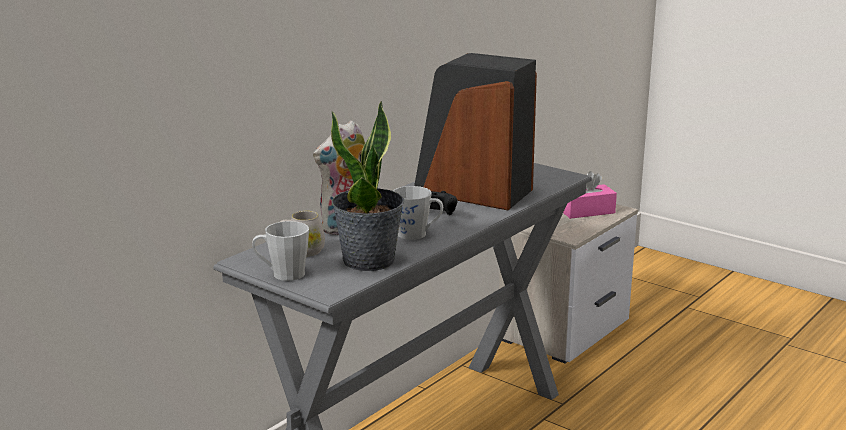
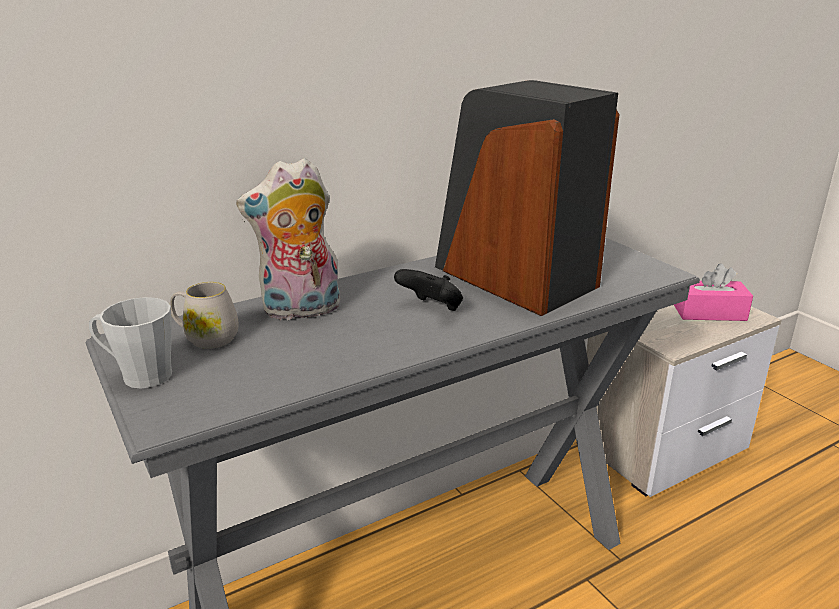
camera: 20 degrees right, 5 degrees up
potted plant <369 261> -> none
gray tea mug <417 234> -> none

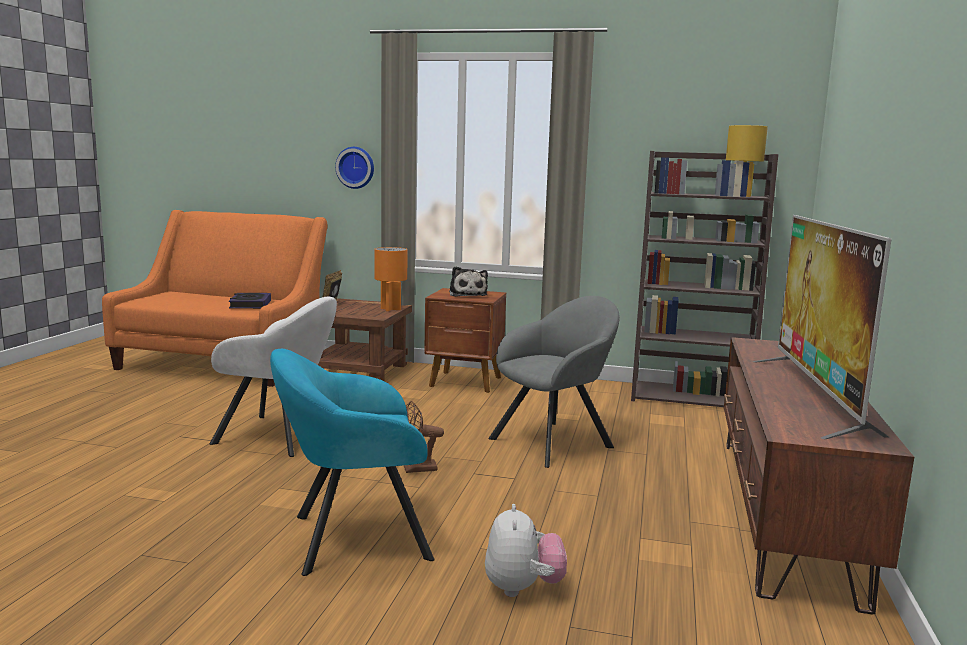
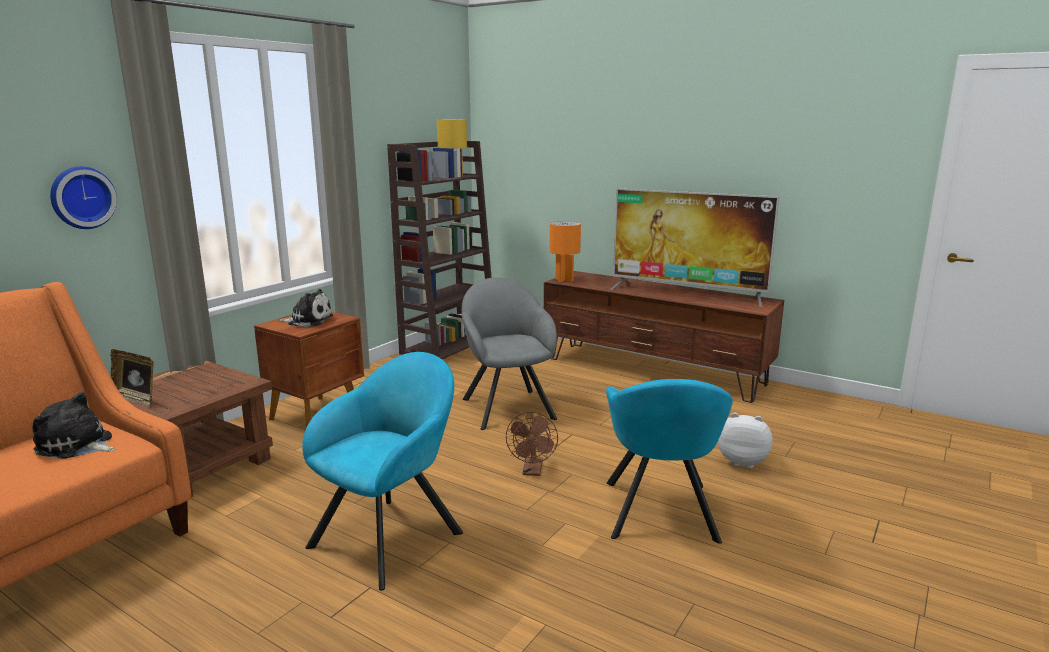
camera: 70 degrees left, 5 degrees up
orange-coloured table lamp <390 309> -> orange-coloured table lamp <564 280>, move
bound book <250 304> -> cuddly toy <77 446>
white-coloured easy chair <281 436> -> blue-green easy chair <392 536>

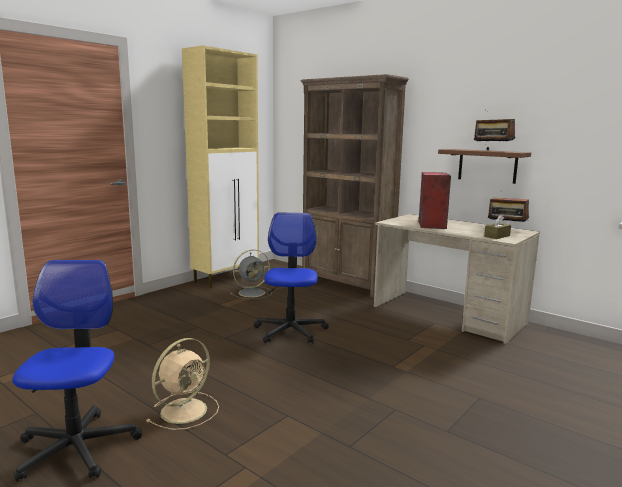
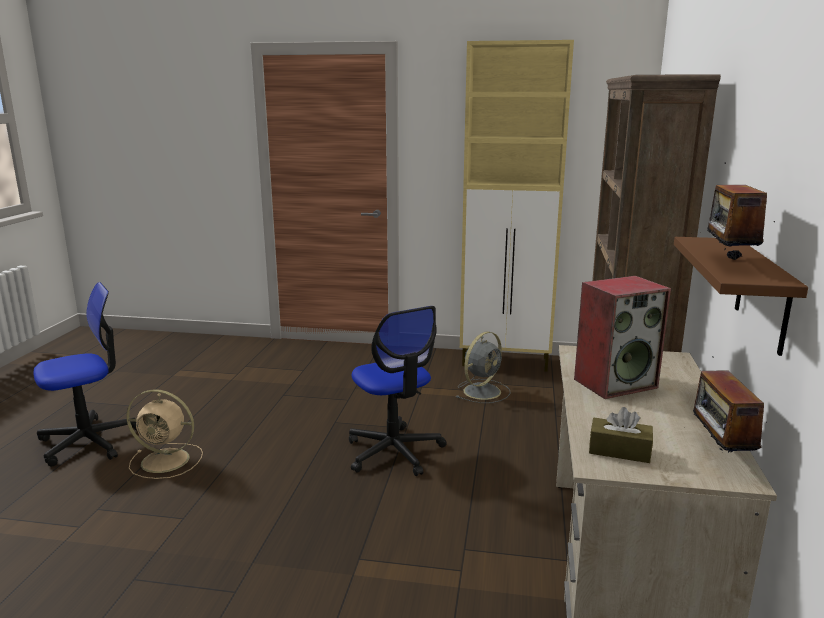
camera: 60 degrees right, 5 degrees up
desk chair <290 331> -> desk chair <394 452>, 90 degrees clockwise
gray cooling fan <253 292> -> gray cooling fan <483 391>, 75 degrees counterclockwise

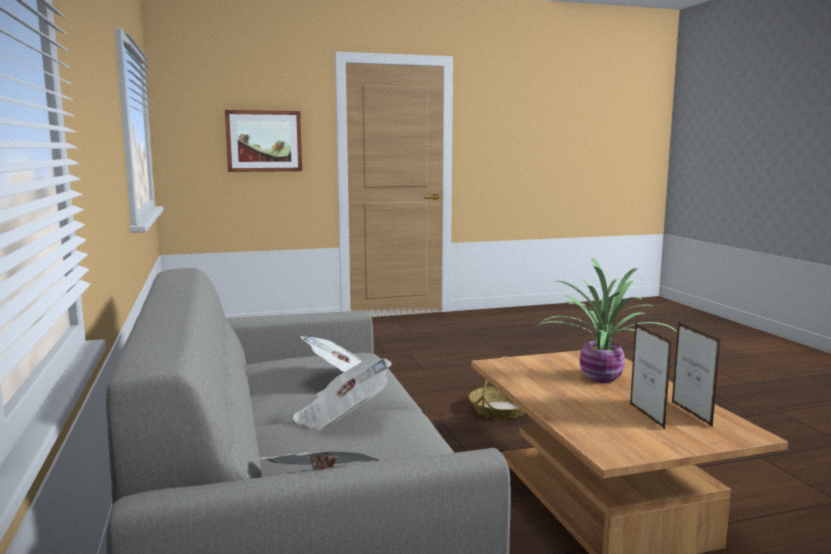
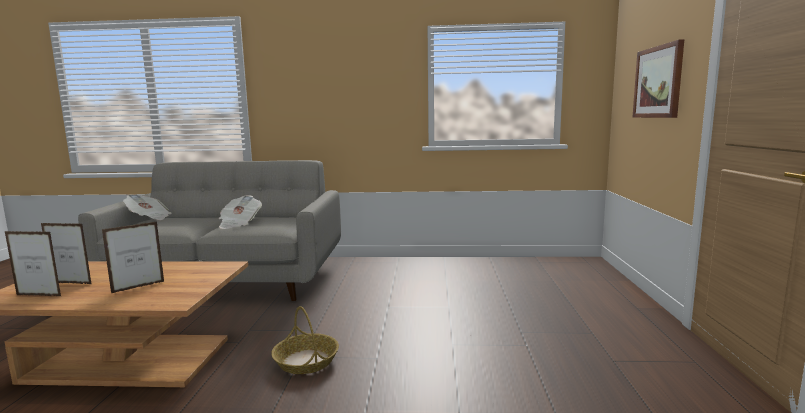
camera: 110 degrees right, 0 degrees up
potted plant <599 379> -> picture frame <138 287>
newspaper <342 418> -> none

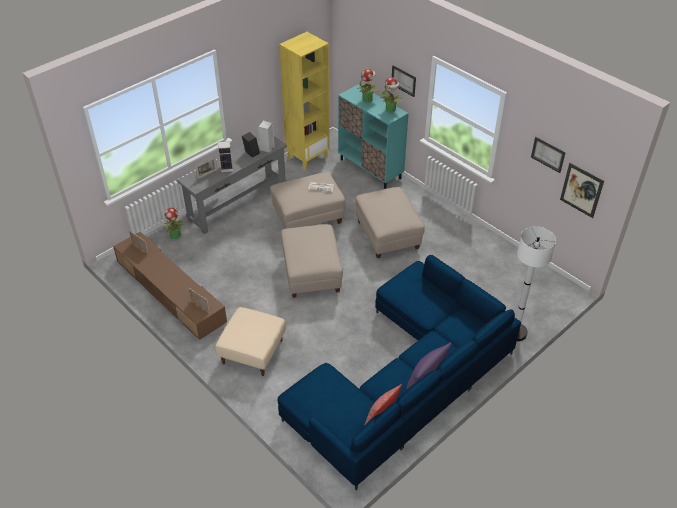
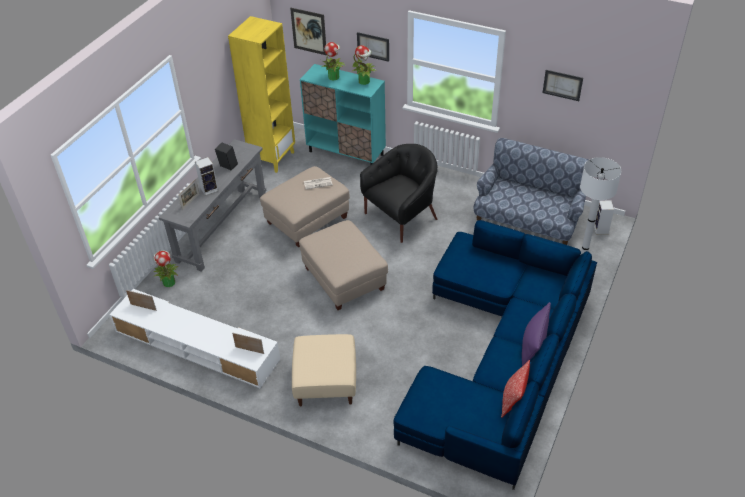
camera: 20 degrees left, 0 degrees up
audio speaker <267 148> -> audio speaker <601 230>, move
wall picture <581 190> -> wall picture <309 31>, move
beige pouffe <388 235> -> black-coloured easy chair <401 216>
brown-coloured media console <170 291> -> white-coloured media console <196 346>
none -> couch <527 221>

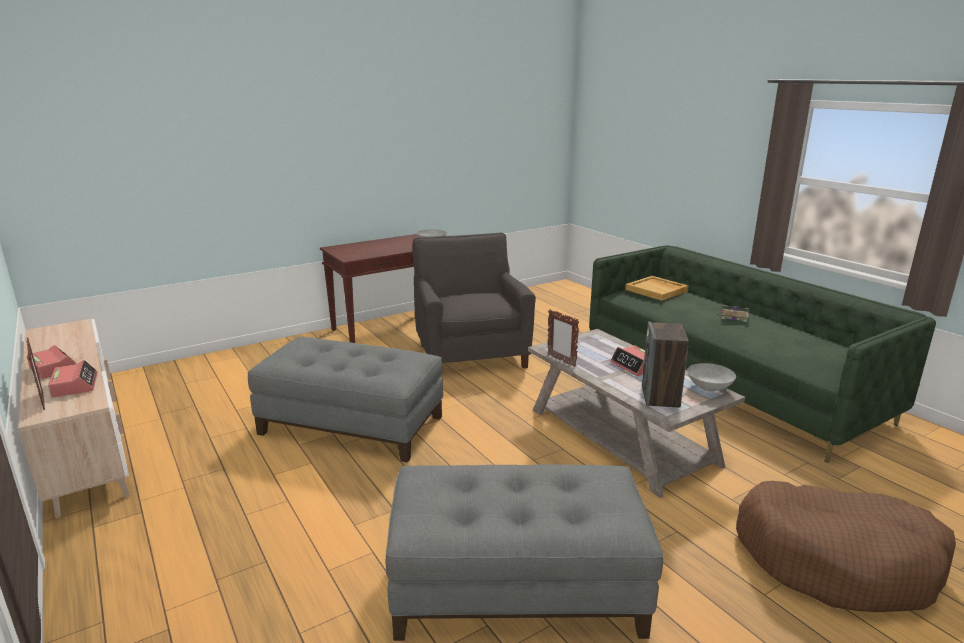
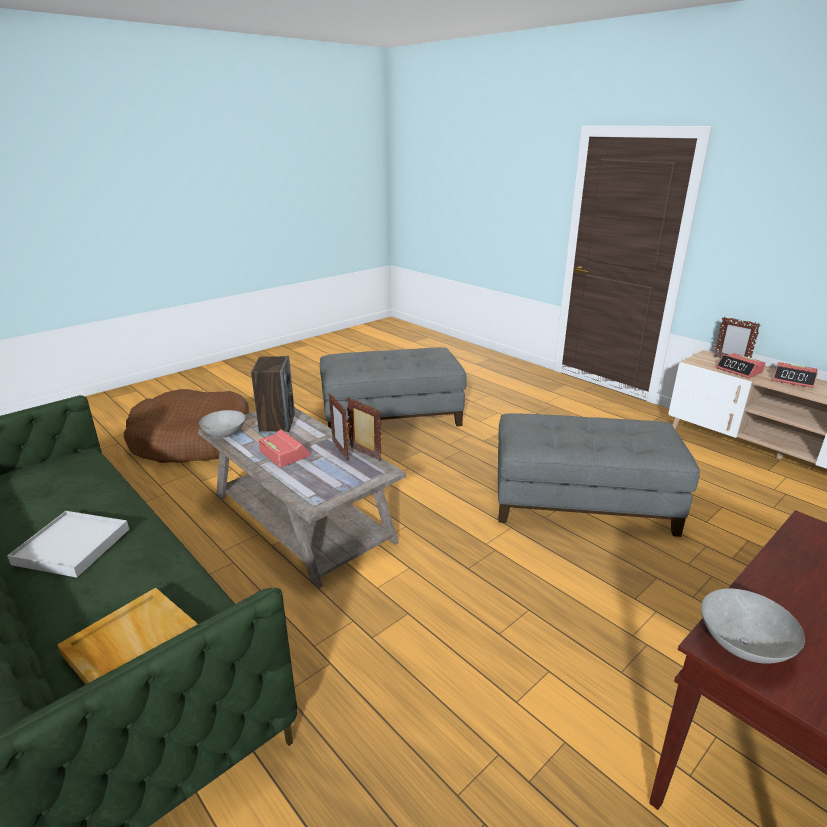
camera: 170 degrees right, 5 degrees up
gray easy chair <470 353> -> none
bound book <733 317> -> white-coloured tray <73 546>
none -> picture frame <340 451>

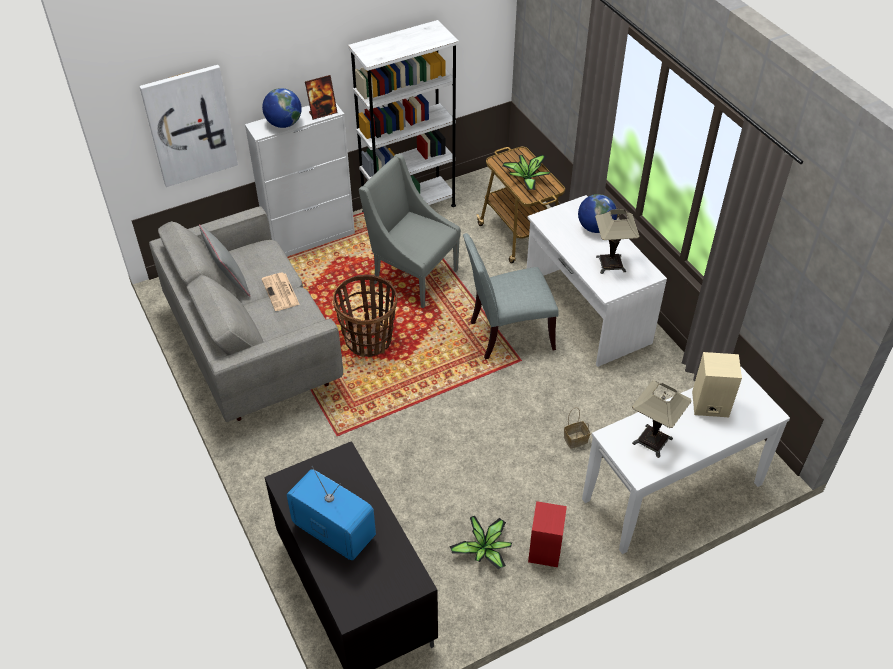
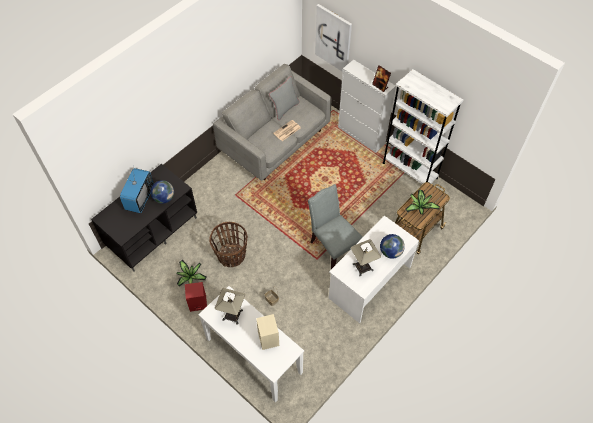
camera: 70 degrees right, 10 degrees up
world globe <284 124> -> world globe <164 198>, move
gray easy chair <412 276> -> none
household basket <368 340> -> household basket <231 255>, move

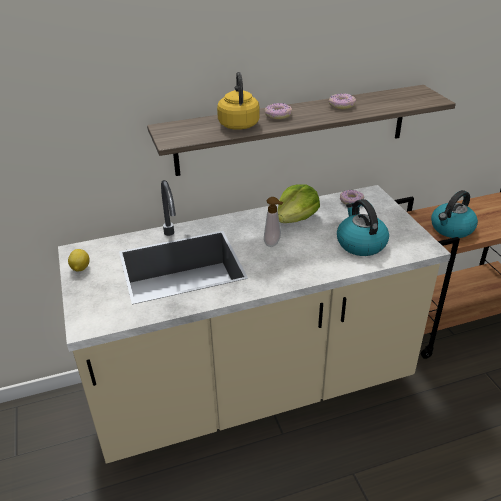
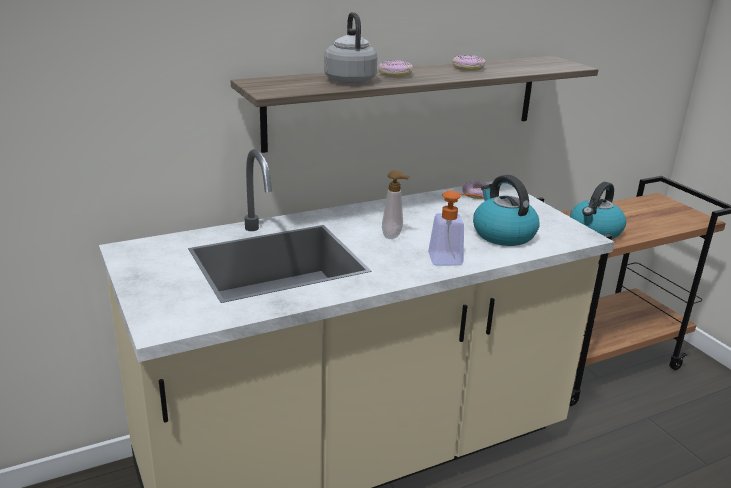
camera: 10 degrees left, 10 degrees down
yellow-coloured tea kettle <238 124> -> gray tea kettle <349 80>
head of lettuce <296 218> -> none
lemon <80 268> -> none
none -> liquid soap bottle <452 259>

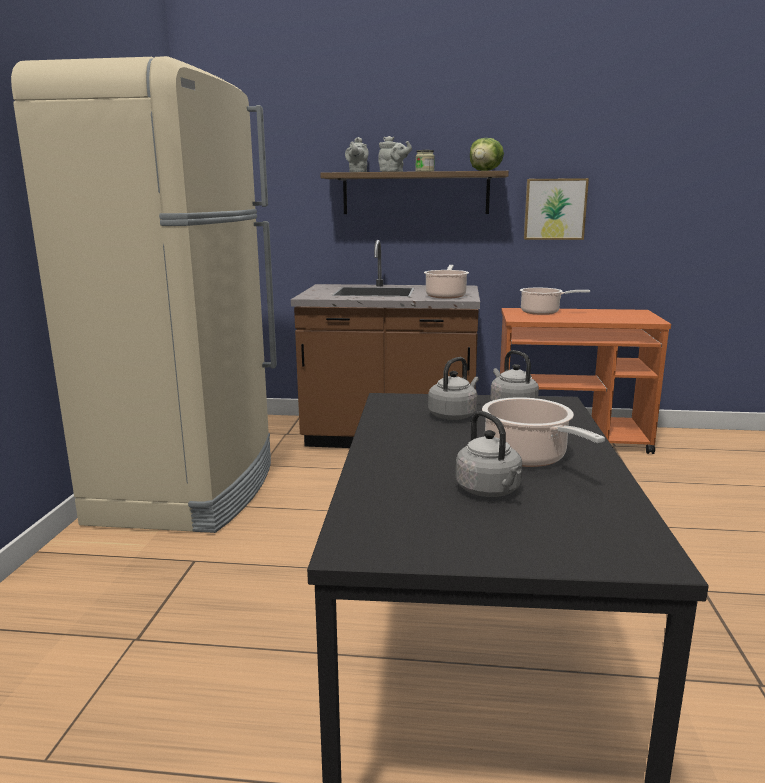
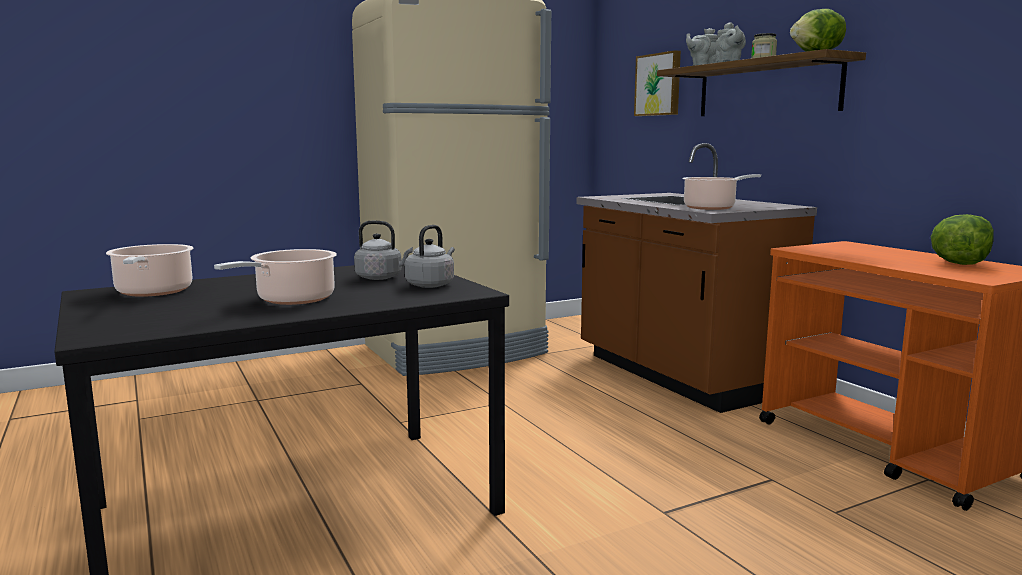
camera: 55 degrees right, 5 degrees down
wall picture <555 209> -> wall picture <659 84>, move
cooking pot <542 312> -> cooking pot <153 292>, move
gray tea kettle <490 491> -> none
none -> head of lettuce <959 263>

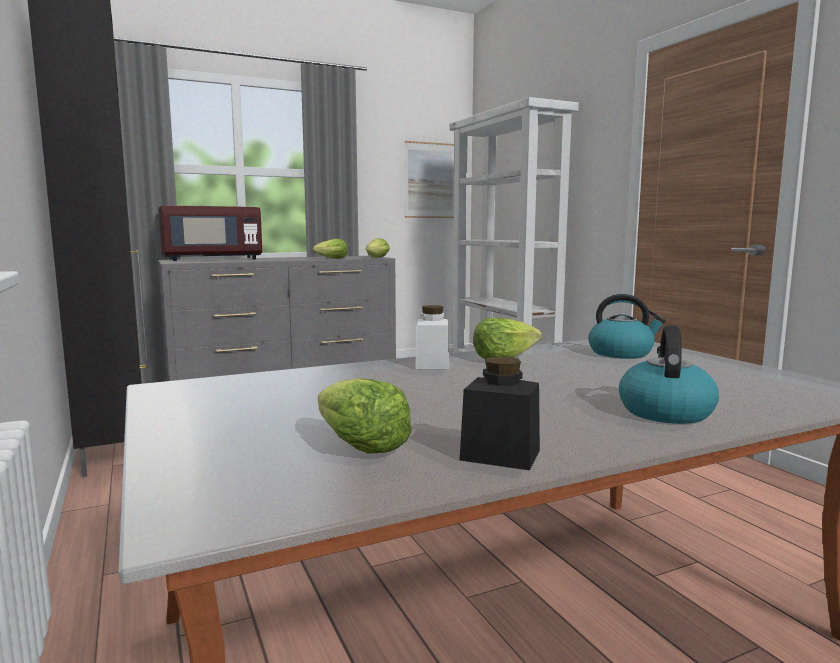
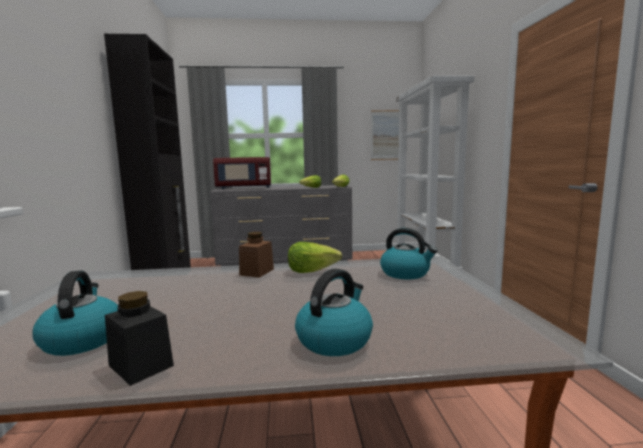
camera: 20 degrees right, 0 degrees up
white-coloured preserve jar <432 364> -> brown-coloured preserve jar <257 272>
head of lettuce <358 445> -> tea kettle <82 339>

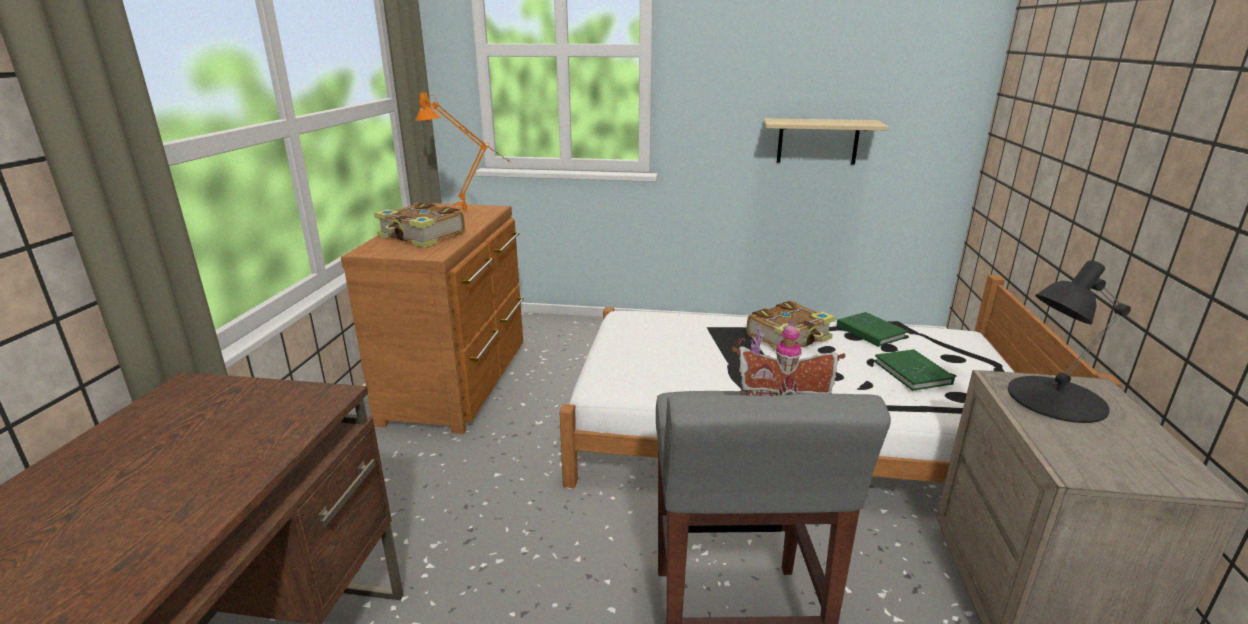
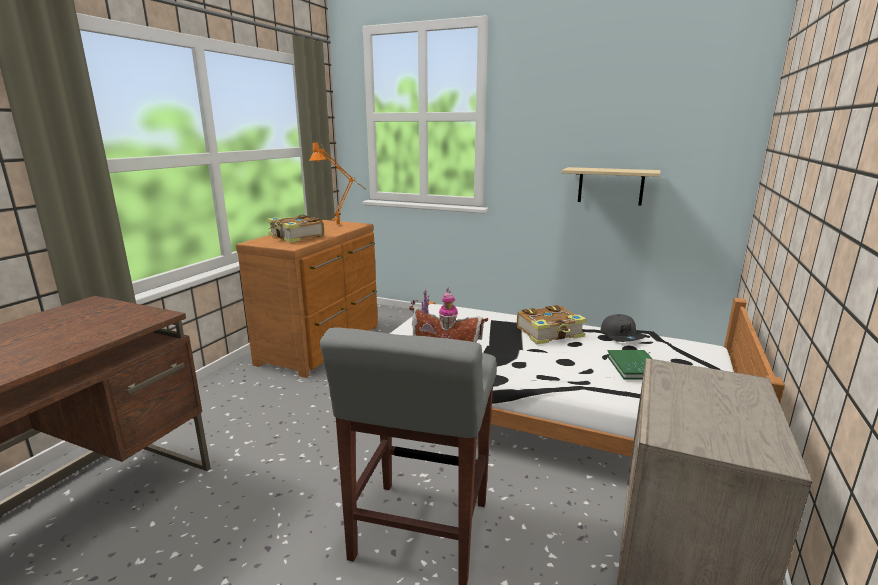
camera: 15 degrees right, 5 degrees down
black-coloured table lamp <1054 399> -> none
green bound book <870 331> -> gray peaked cap <621 335>

